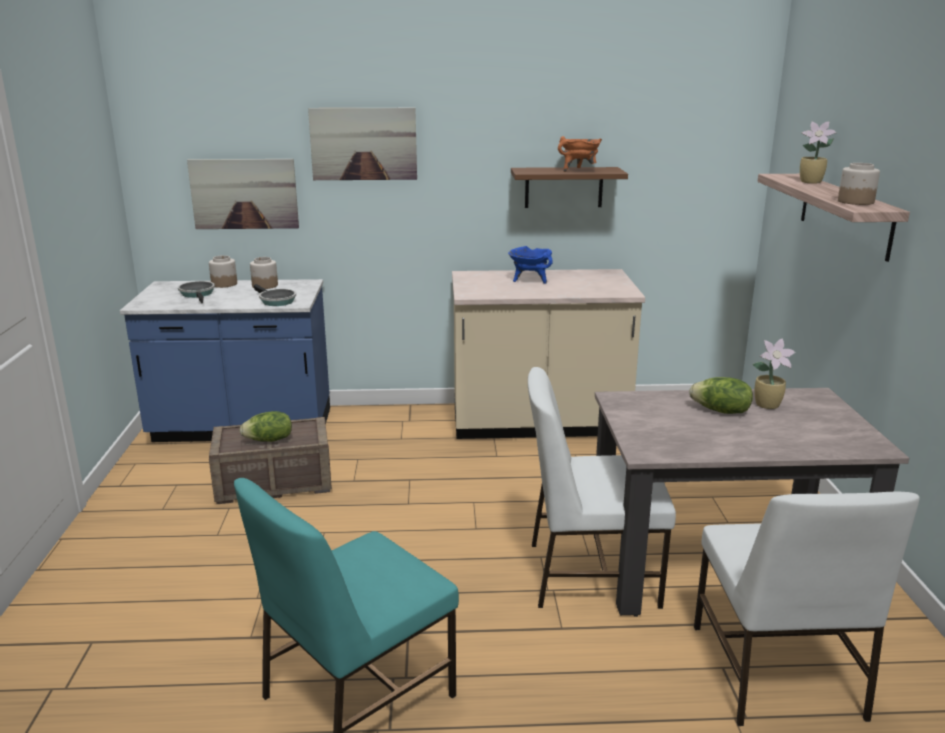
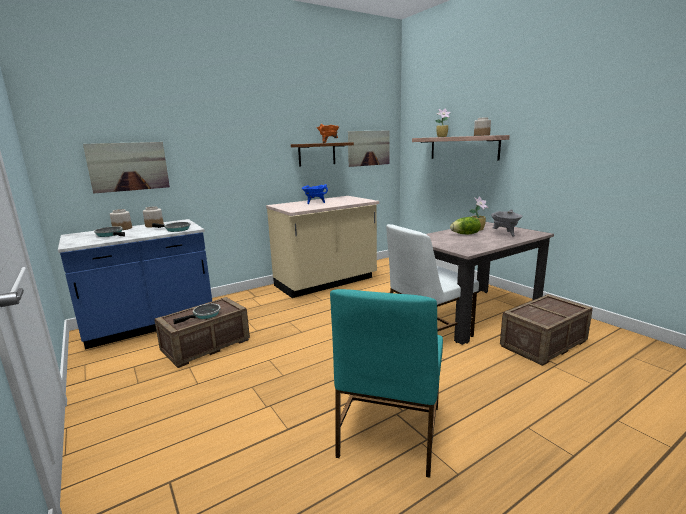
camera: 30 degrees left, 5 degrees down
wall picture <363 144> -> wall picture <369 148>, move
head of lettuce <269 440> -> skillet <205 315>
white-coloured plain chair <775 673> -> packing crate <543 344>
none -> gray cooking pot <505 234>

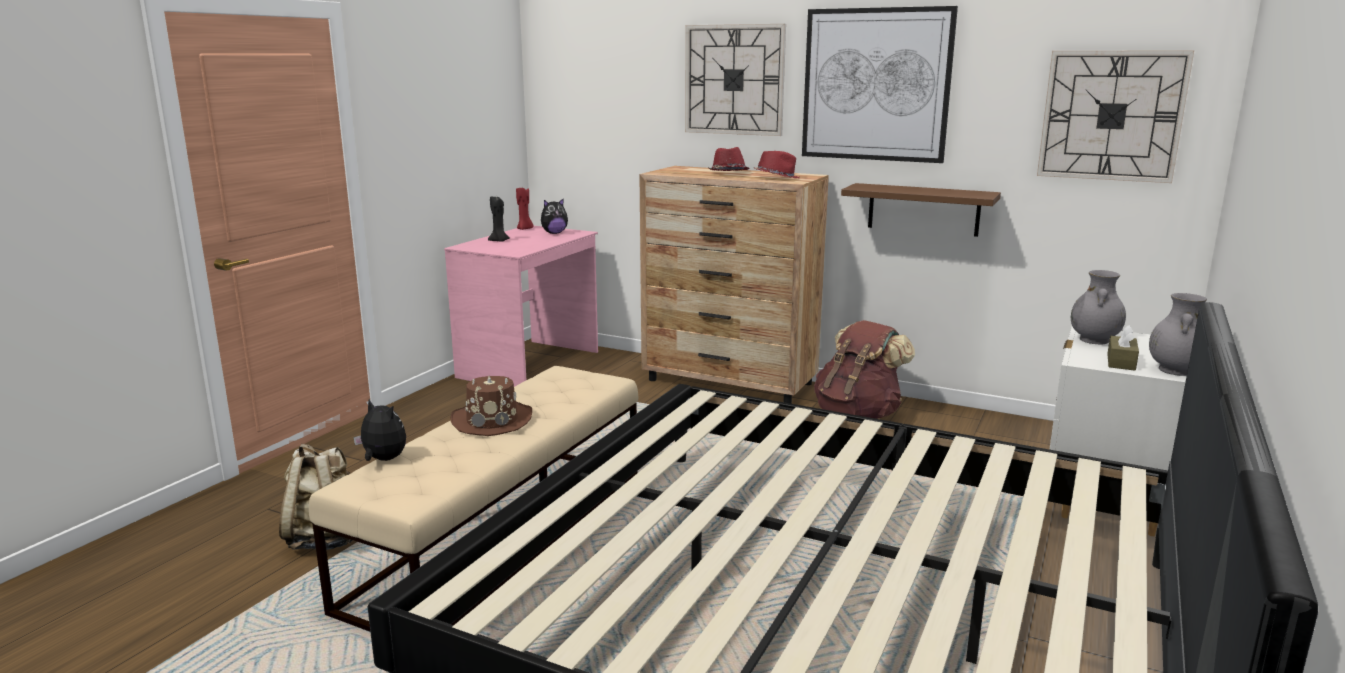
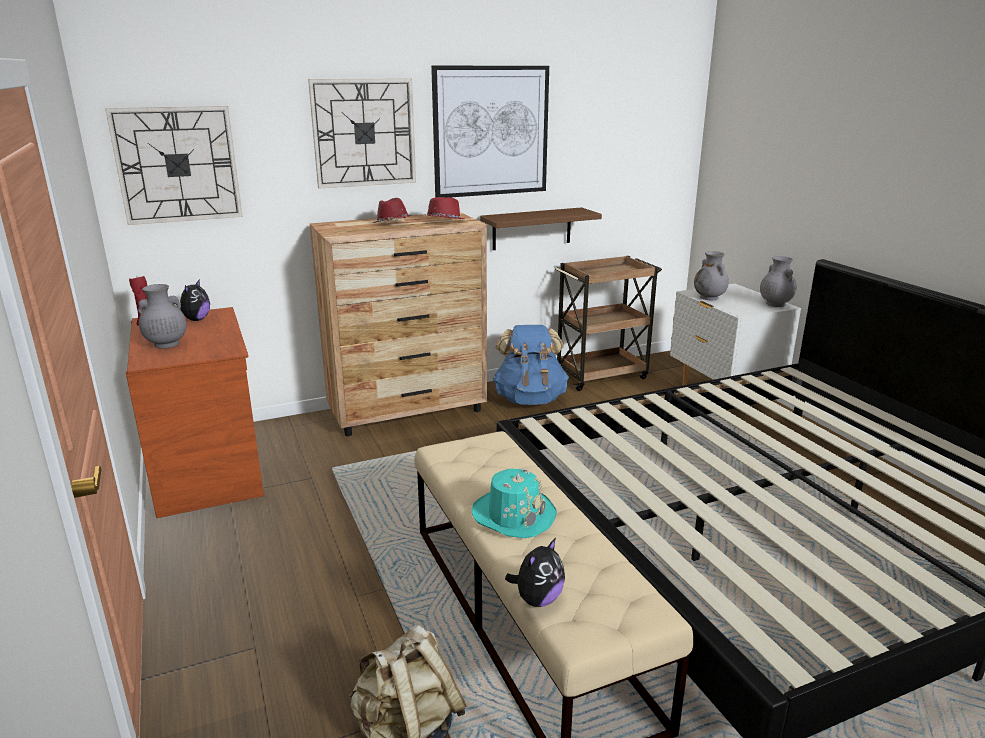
camera: 50 degrees left, 5 degrees up
clock on the wall <1111 116> -> clock on the wall <177 165>, move
black-coloured candle <499 241> -> gray vase <166 344>
pink desk table <530 365> -> brown-coloured desk table <209 469>
brown-coloured knapsack <858 415> -> blue knapsack <530 399>
brown-coloured box of tissues <1121 362> -> none
brown-coloured clothing hat <492 420> -> blue-green clothing hat <513 515>
cuddly toy <383 460> -> cuddly toy <537 599>, 150 degrees clockwise
none -> brown-coloured trolley <601 375>

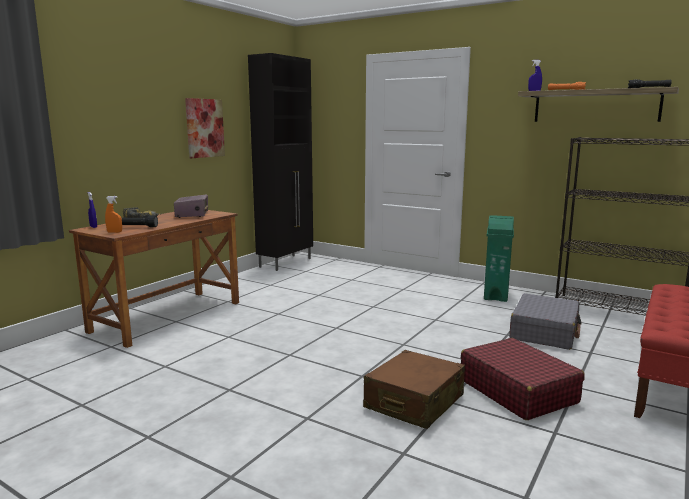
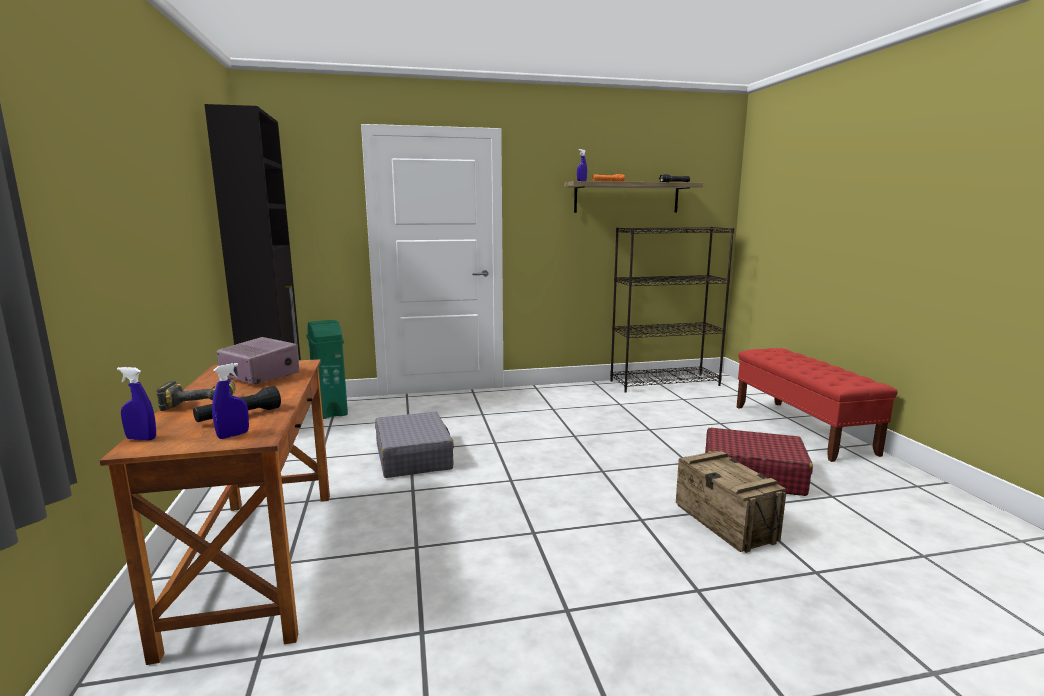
camera: 45 degrees left, 0 degrees up
wall picture <204 128> -> none
orange-coloured hand sprayer <114 232> -> blue hand sprayer <233 435>
green waste bin <496 295> -> green waste bin <331 411>, move
gray travel case <544 332> -> gray travel case <413 456>, move
brown-coloured travel case <414 402> -> packing crate <725 522>

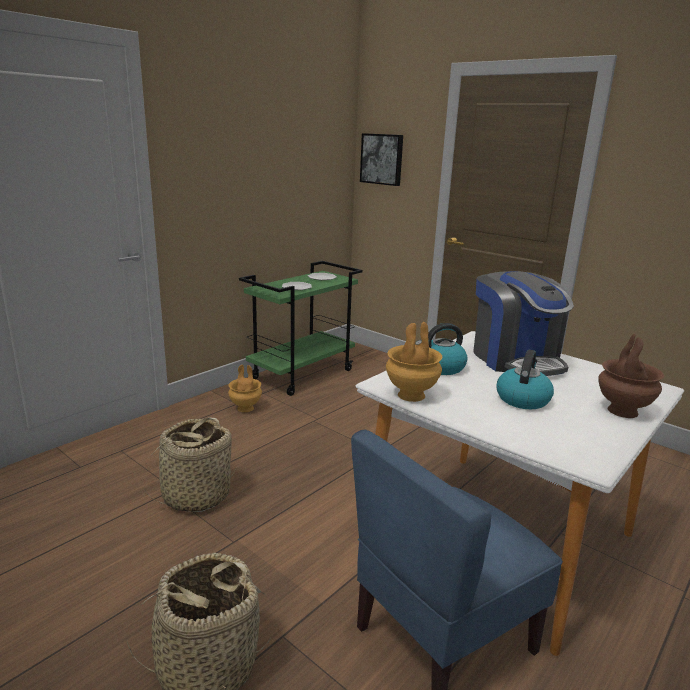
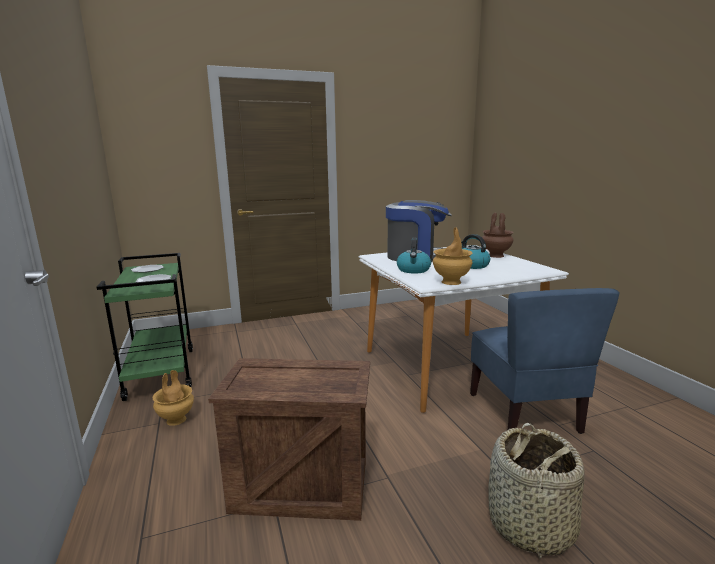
camera: 60 degrees left, 5 degrees down
wall picture <382 159> -> none
household basket <196 495> -> packing crate <300 487>

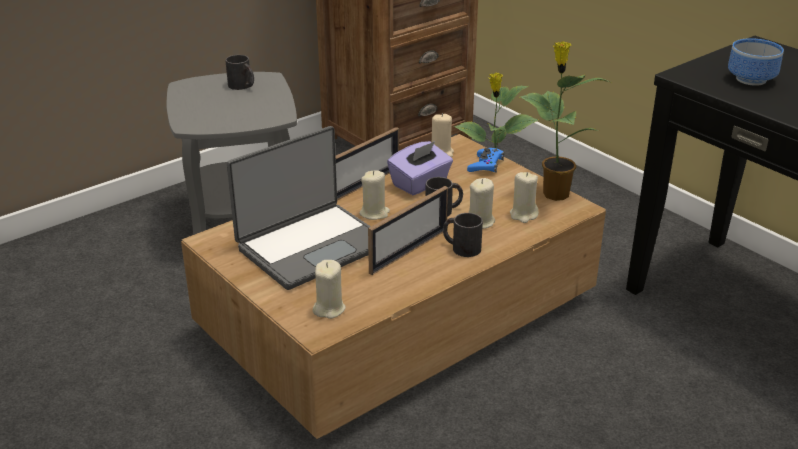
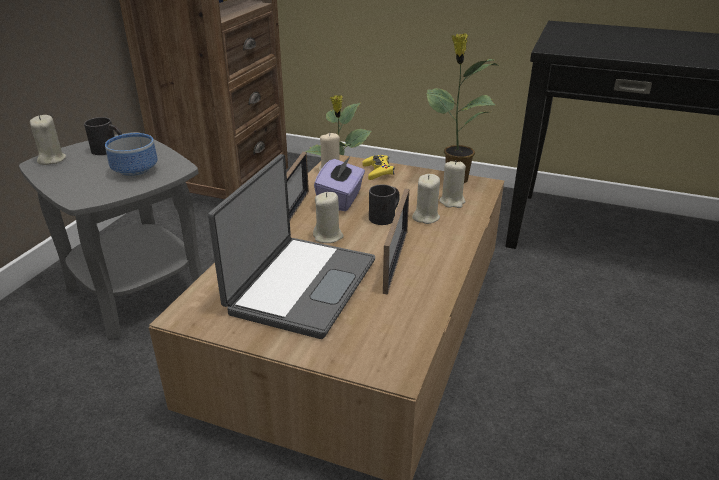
camera: 30 degrees left, 0 degrees up
deep dish <752 79> -> deep dish <136 170>, move
blue gamepad <486 165> -> yellow-coloured gamepad <378 171>
black-coloured tea mug <461 247> -> none
beige candle <329 309> -> beige candle <51 159>, move

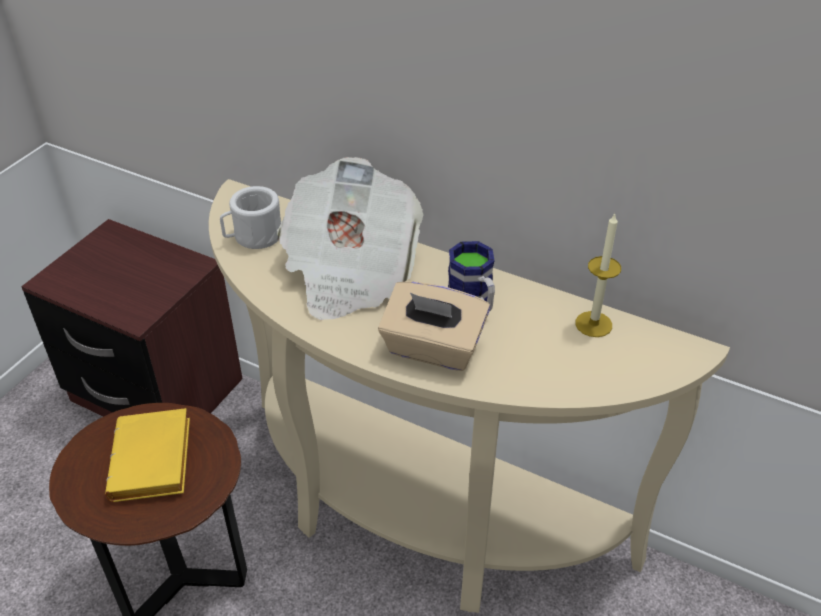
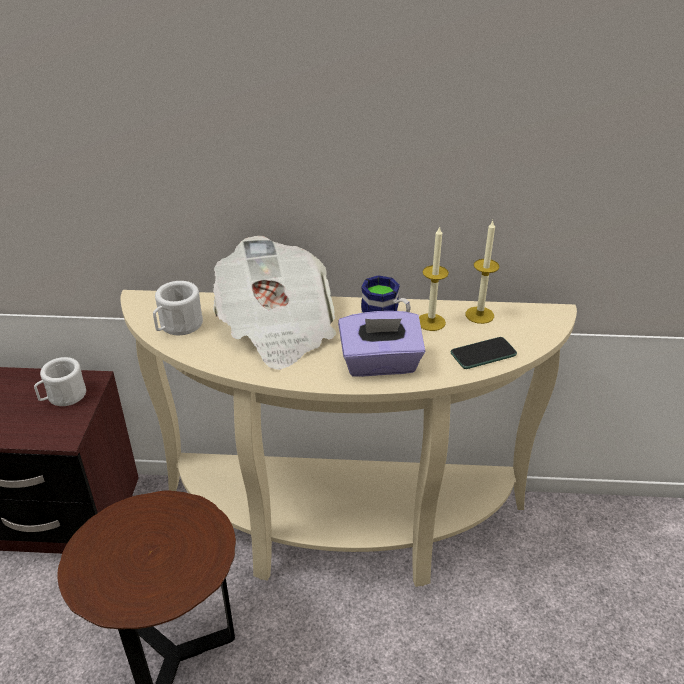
camera: 25 degrees left, 5 degrees down
beige box of tissues <433 349> -> purple-coloured box of tissues <380 364>
yellow-coloured bound book <154 463> -> none
none -> candle <431 322>
none -> telephone <483 354>
none -> white-coloured tea mug <63 396>

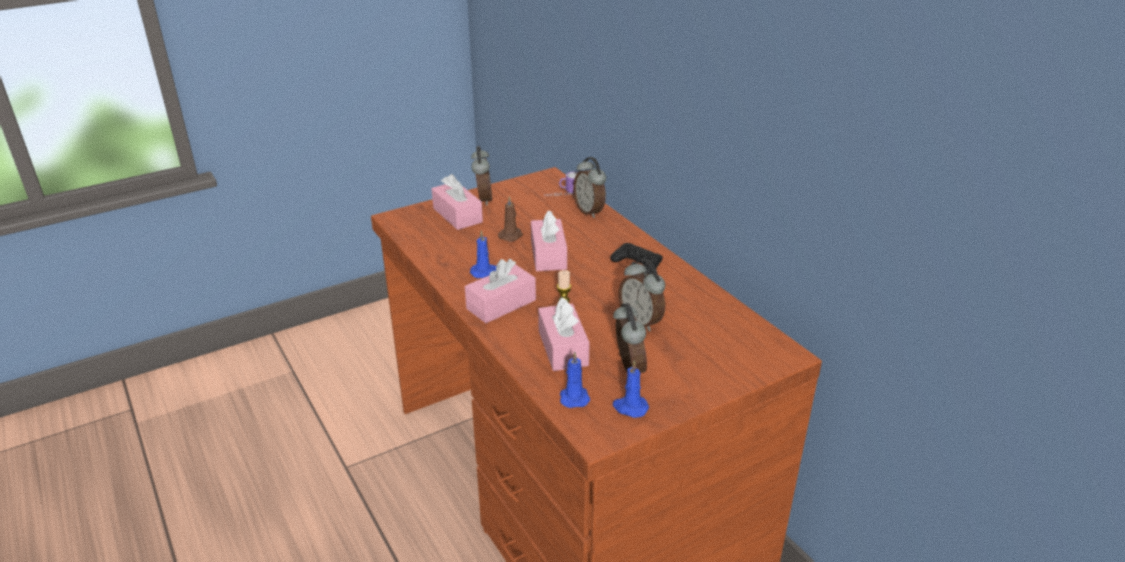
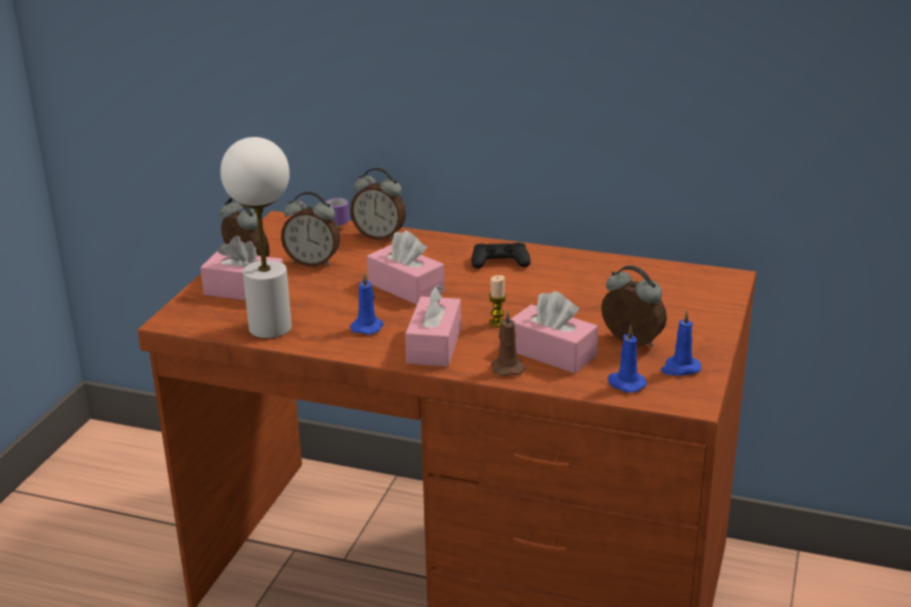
camera: 40 degrees left, 5 degrees down
brown-coloured candle <511 235> -> brown-coloured candle <507 367>, move
alarm clock <641 321> -> alarm clock <313 262>, move
none -> white-coloured table lamp <270 327>

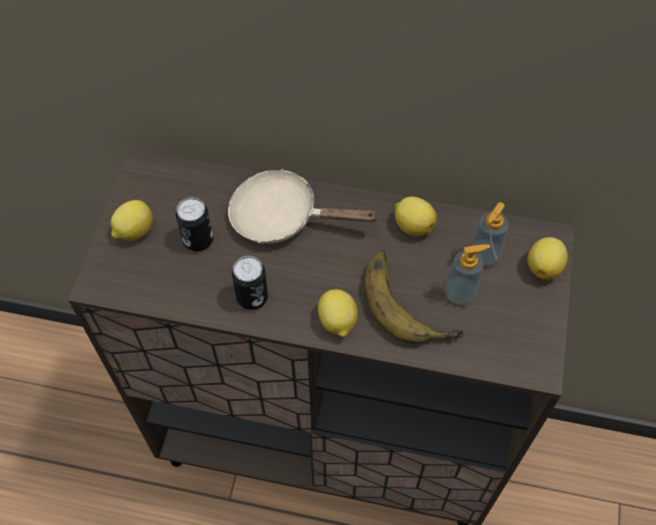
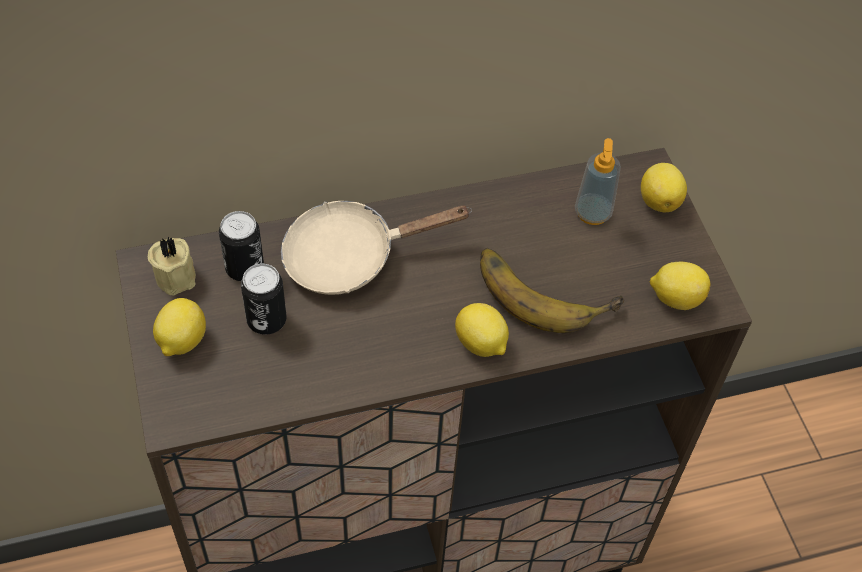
camera: 30 degrees left, 5 degrees down
lemon <413 225> -> lemon <675 298>, move
liquid soap bottle <460 293> -> none
metal can <252 297> -> metal can <244 268>, move
none -> beige candle <177 275>

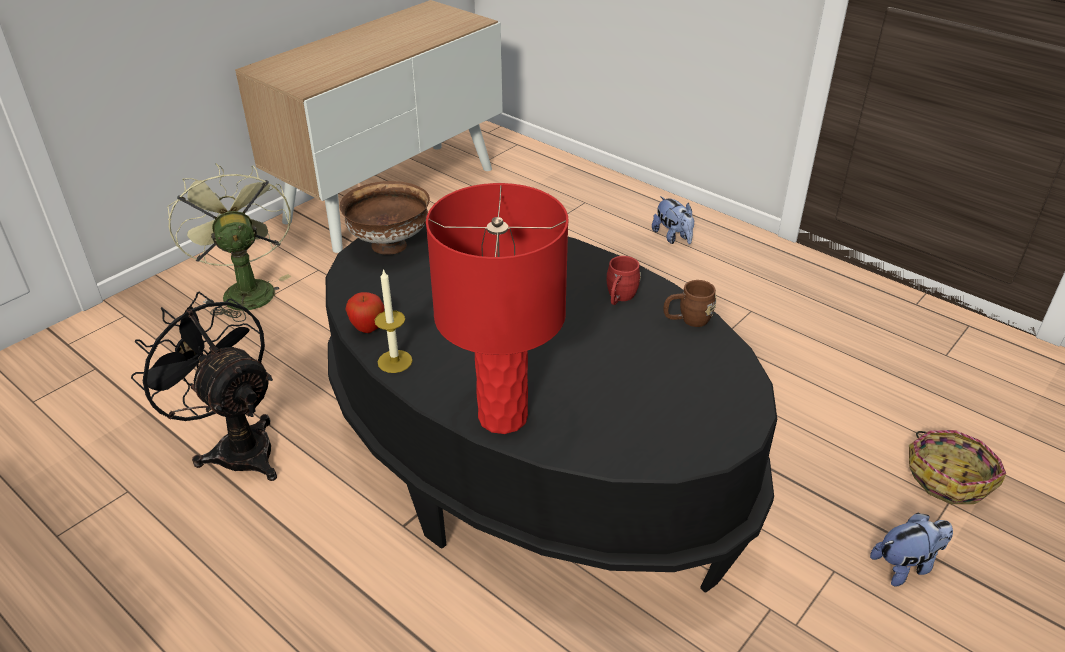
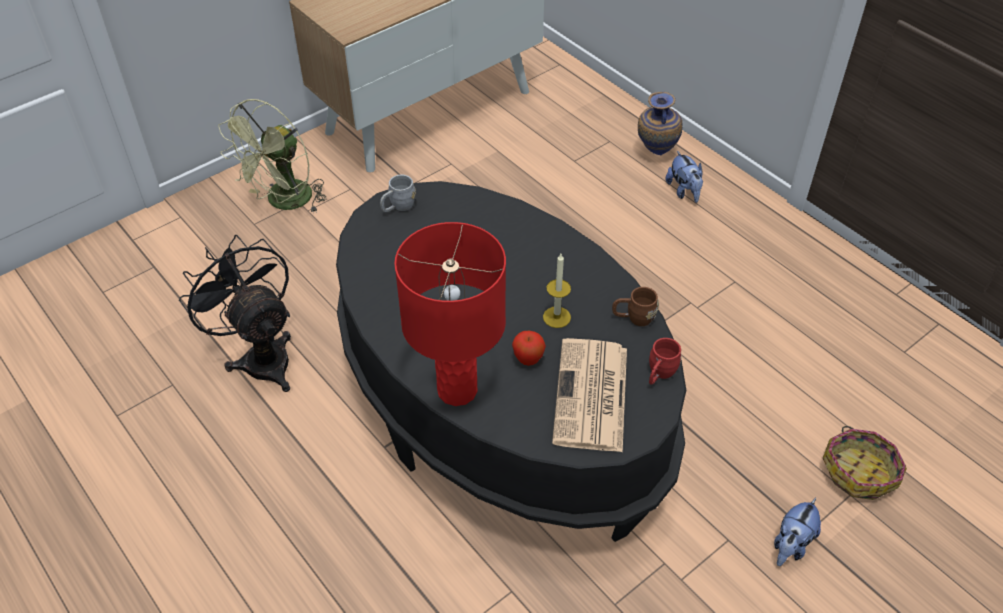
camera: 10 degrees right, 10 degrees up
green cooling fan <245 290> -> green cooling fan <284 203>, 135 degrees counterclockwise
brown-coloured deep dish <389 245> -> gray tea mug <398 207>
reddish tea mug <619 298> -> reddish tea mug <659 374>, move
candle <395 361> -> candle <556 317>, move
apple fruit <367 329> -> apple fruit <528 360>, move
cuddly toy <906 565> -> cuddly toy <791 544>, 135 degrees clockwise
none -> vase <655 153>
none -> newspaper <591 397>

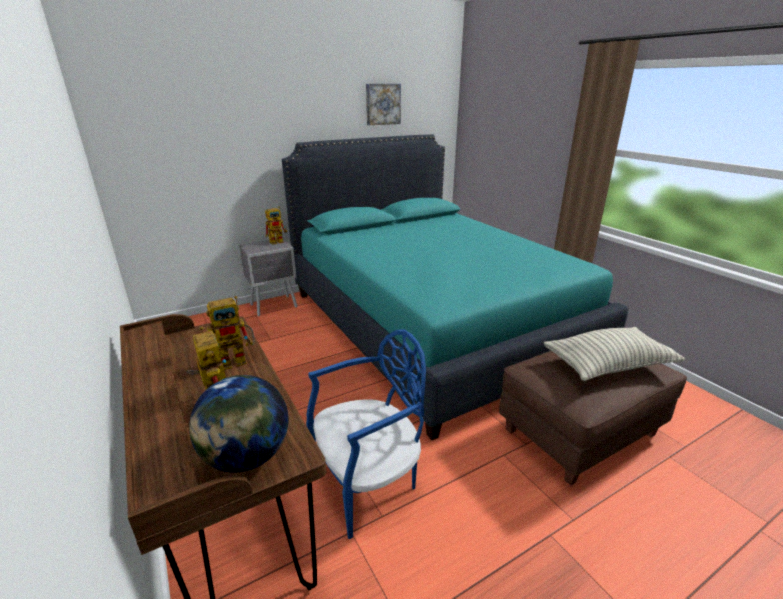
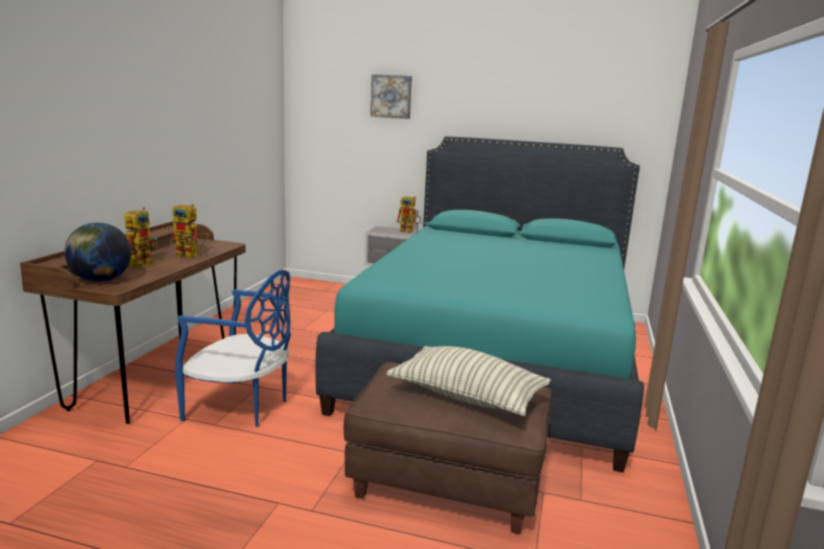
camera: 45 degrees right, 10 degrees down
wall picture <382 104> -> wall picture <391 96>, move

